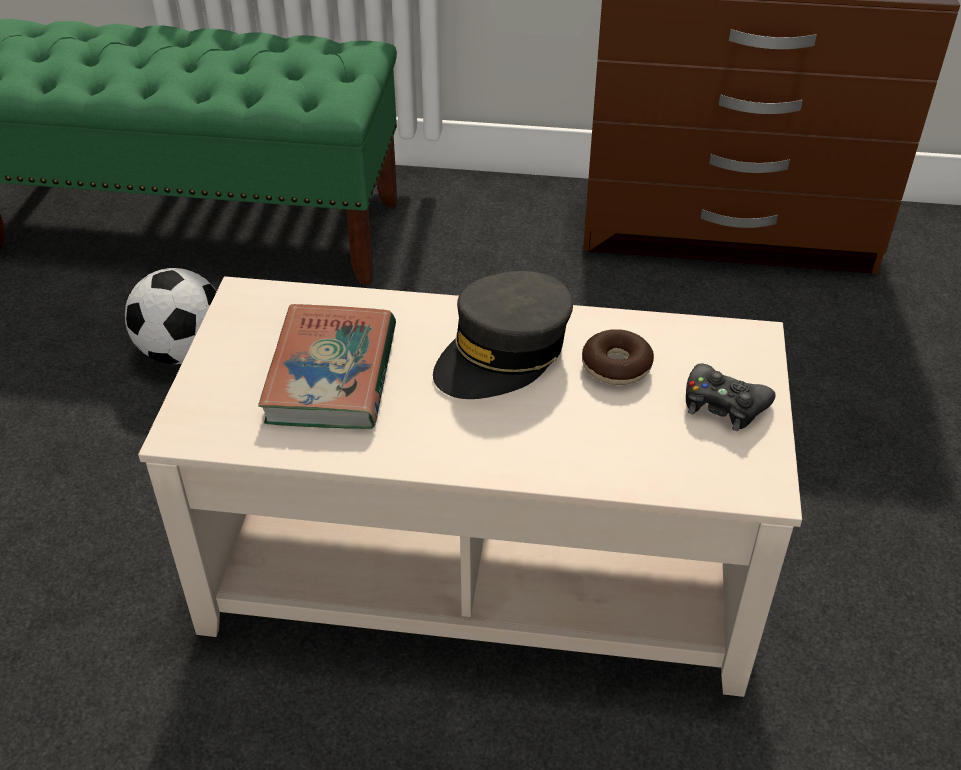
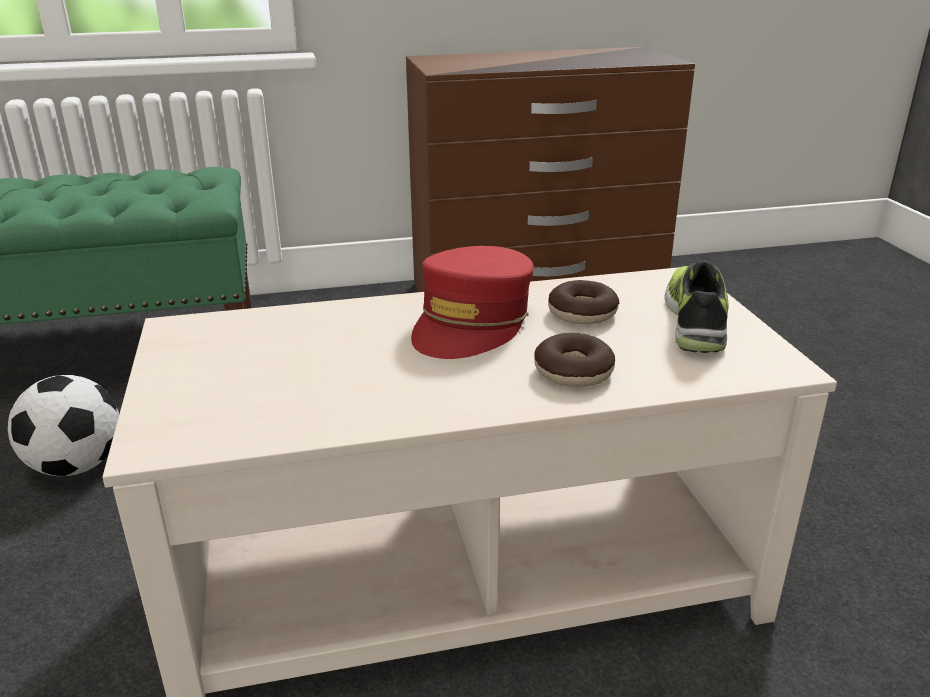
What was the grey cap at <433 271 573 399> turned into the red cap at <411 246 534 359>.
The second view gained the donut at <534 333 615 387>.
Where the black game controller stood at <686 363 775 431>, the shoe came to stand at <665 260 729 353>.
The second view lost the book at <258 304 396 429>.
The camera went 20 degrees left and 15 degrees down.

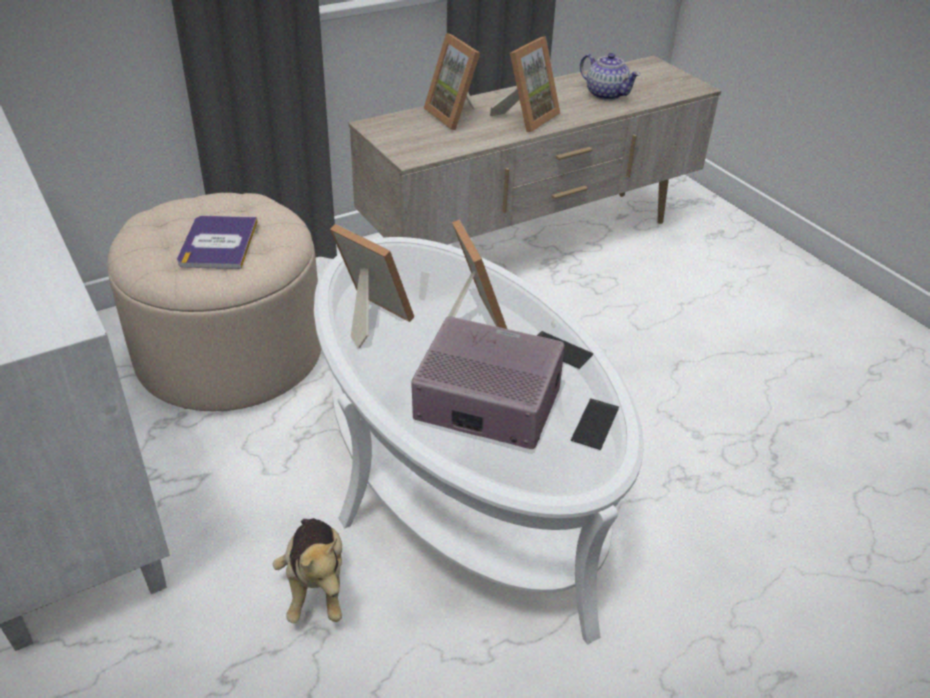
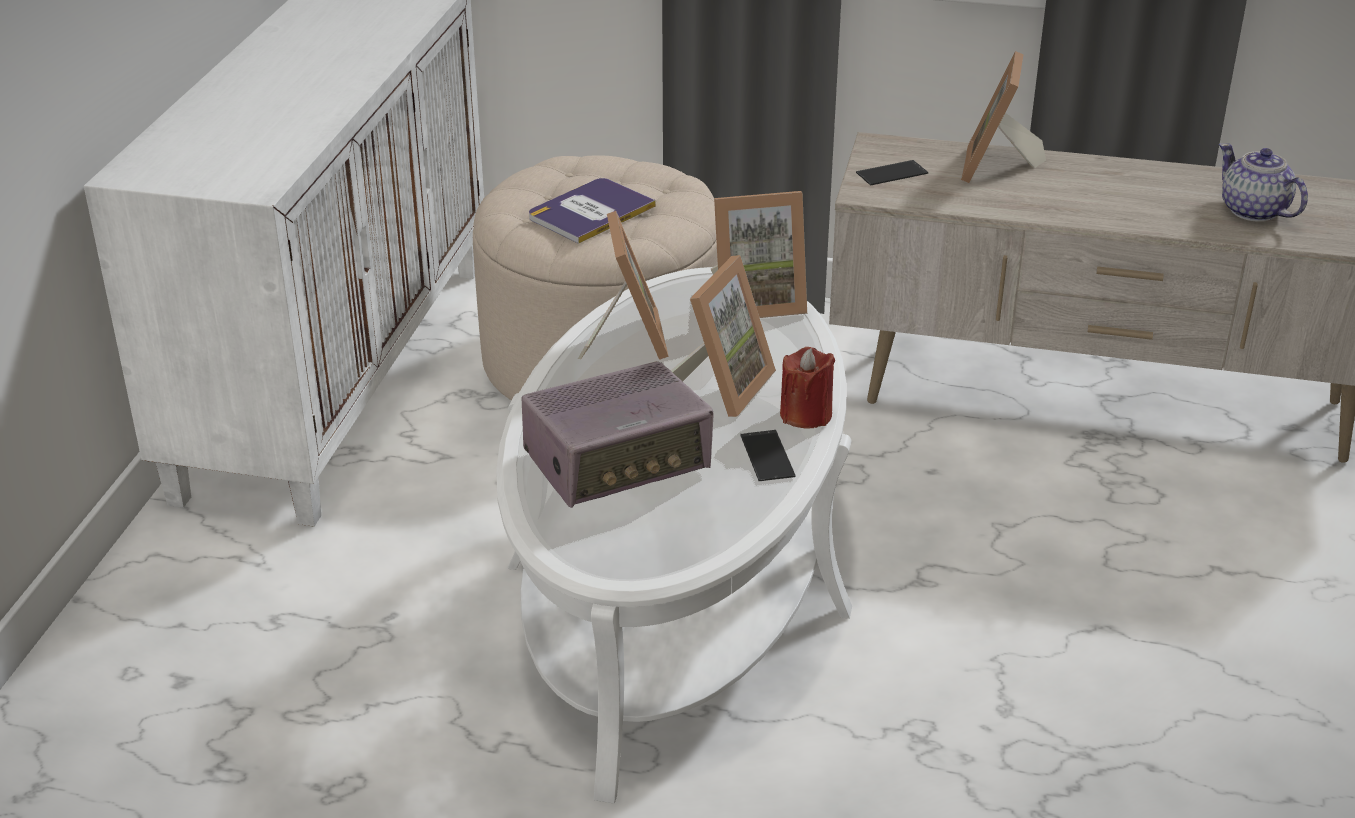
The radio at <411 316 564 449> ended up facing another way, 90 degrees clockwise from before.
The picture frame ended up elsewhere, having gone from <490 36 560 132> to <711 191 807 318>.
The second view gained the red candle at <780 347 835 428>.
The phone ended up elsewhere, having gone from <571 398 619 450> to <856 160 928 186>.
The teapot at <580 53 641 101> ended up facing another way, 150 degrees clockwise from before.
The second view lost the plush toy at <273 518 342 624>.
The camera went 45 degrees right and 5 degrees down.

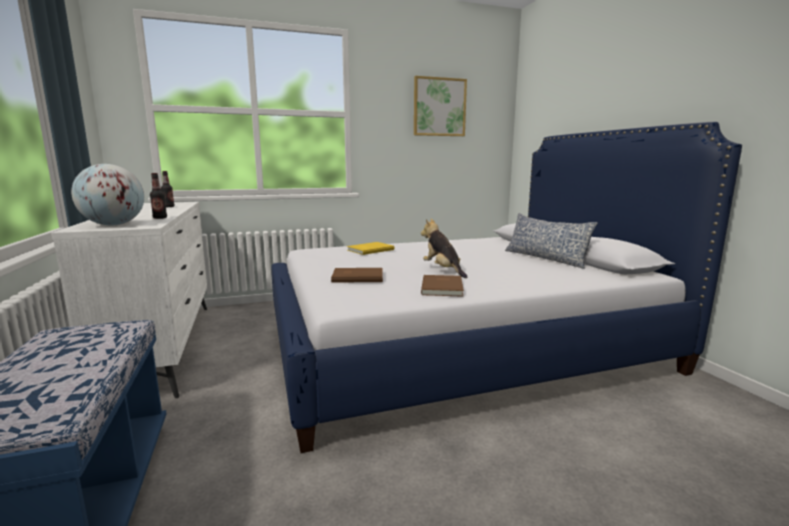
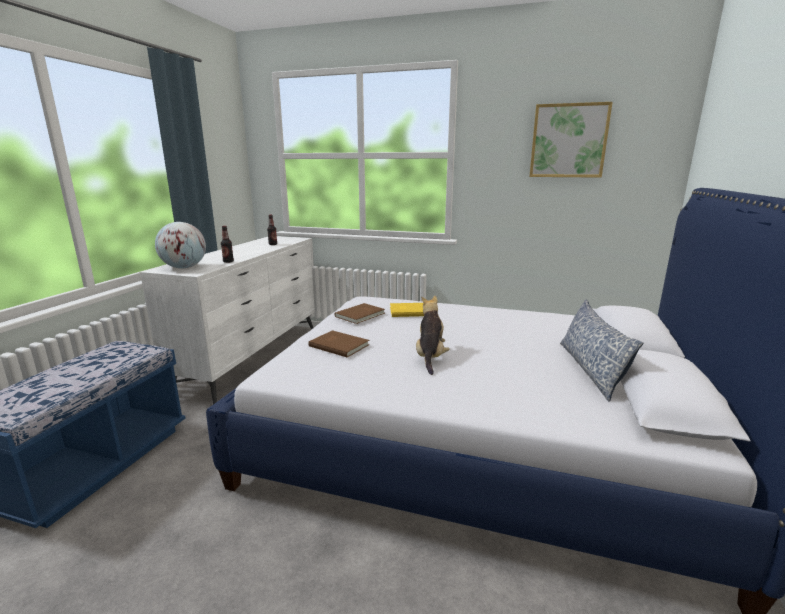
The brown book ended up elsewhere, having gone from <421 275 464 297> to <335 303 385 324>.
The camera went 35 degrees right and 5 degrees up.

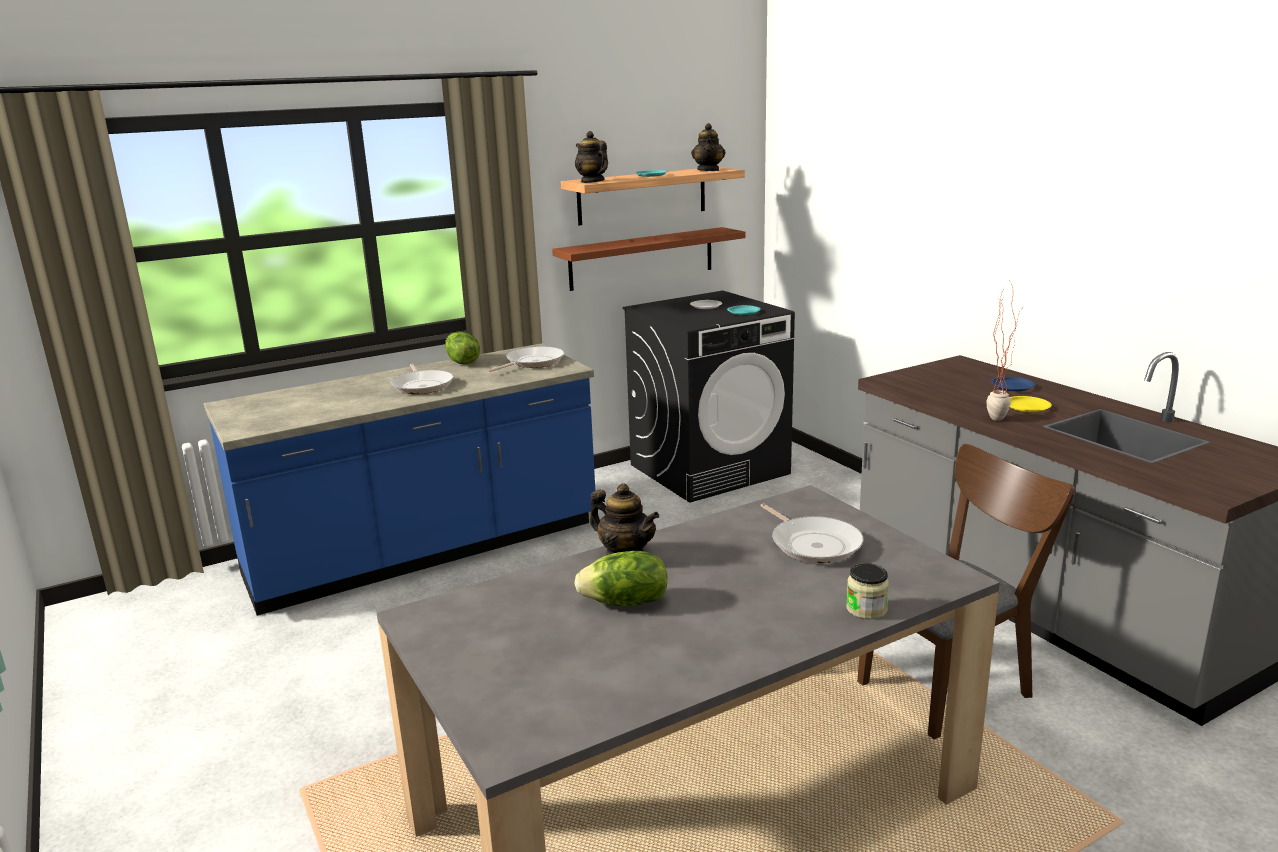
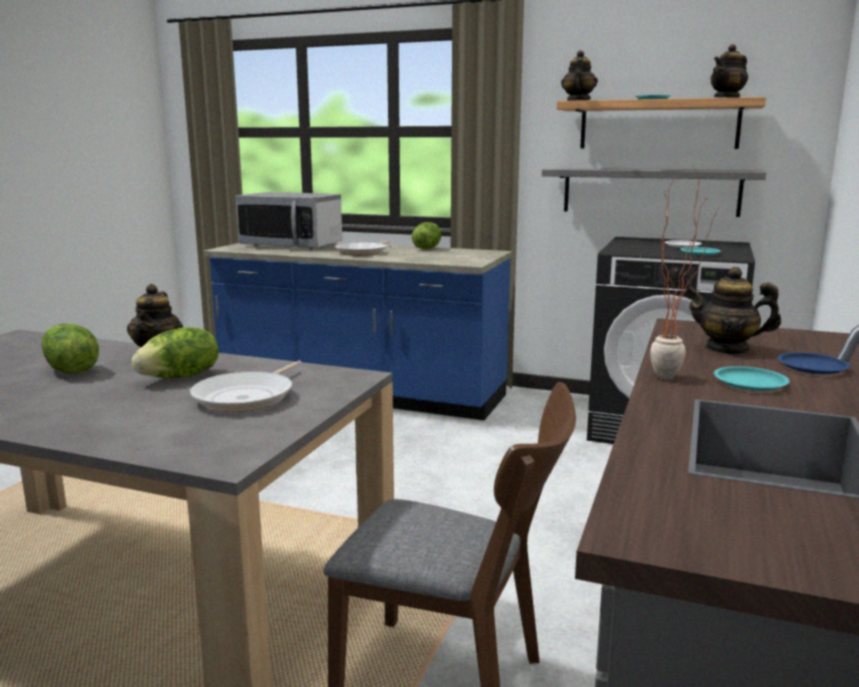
The second view gained the lettuce at <132 327 219 378>.
The second view gained the microwave at <236 192 342 249>.
What was the brown shelf at <552 227 745 291> turned into the grey shelf at <542 168 766 217>.
The second view gained the teapot at <685 267 781 355>.
What was the yellow plate at <1010 396 1052 412> turned into the turquoise plate at <714 366 790 391>.
The second view lost the frying pan at <487 346 564 372>.
The second view lost the jar at <846 563 889 619>.
The camera went 50 degrees right and 5 degrees down.

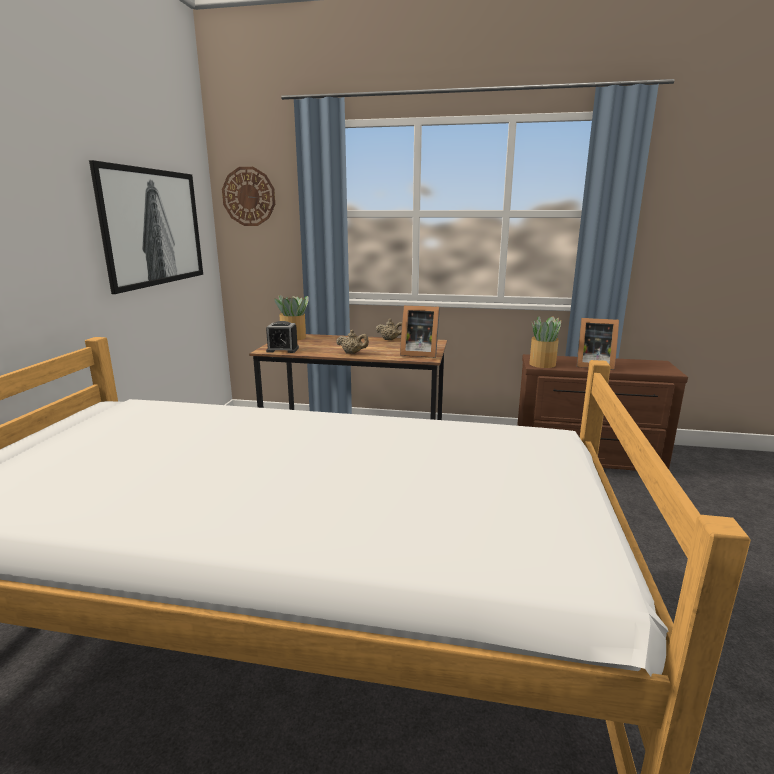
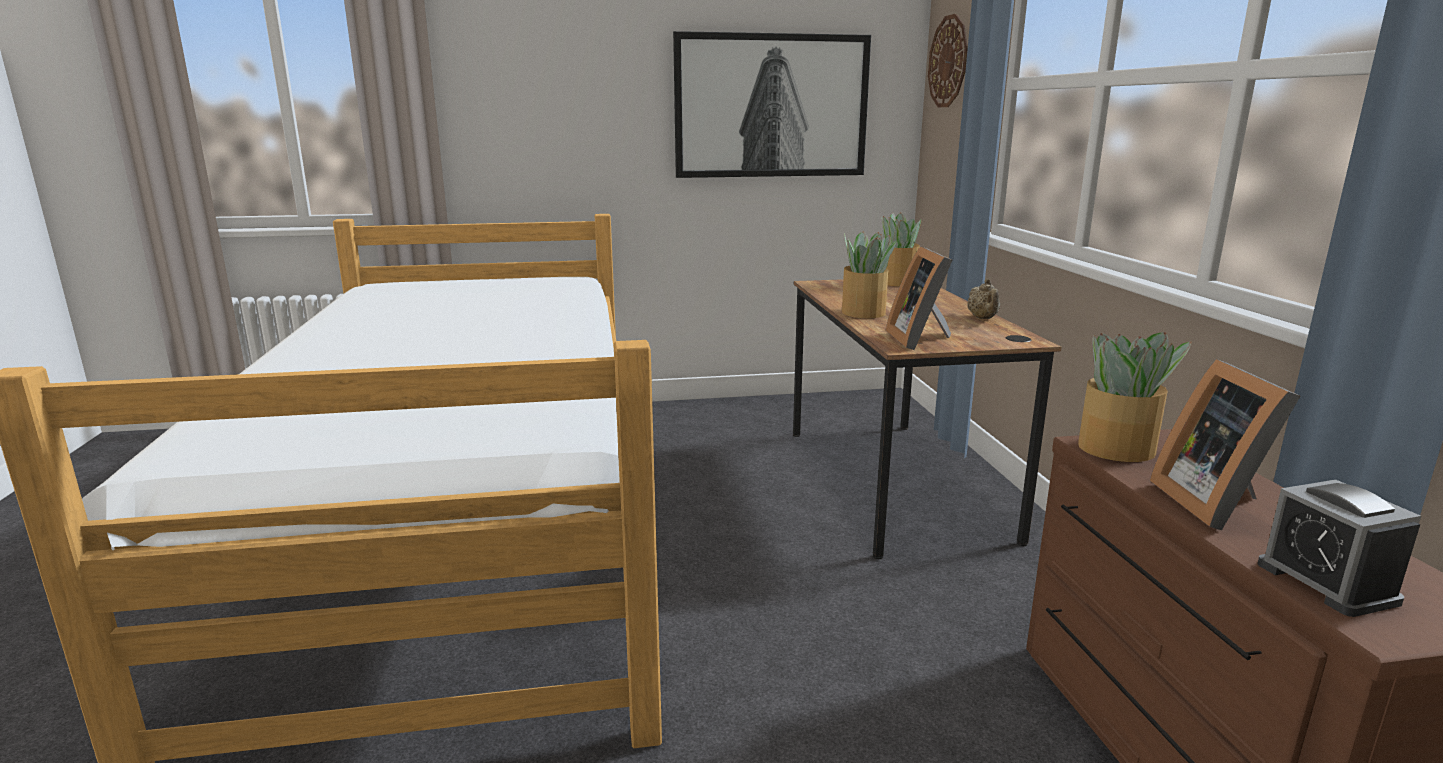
Where the beige teapot stood at <336 330 369 354>, the potted plant came to stand at <842 232 897 318>.
The alarm clock ended up elsewhere, having gone from <266 321 299 353> to <1257 480 1421 617>.
The camera went 70 degrees right and 0 degrees up.

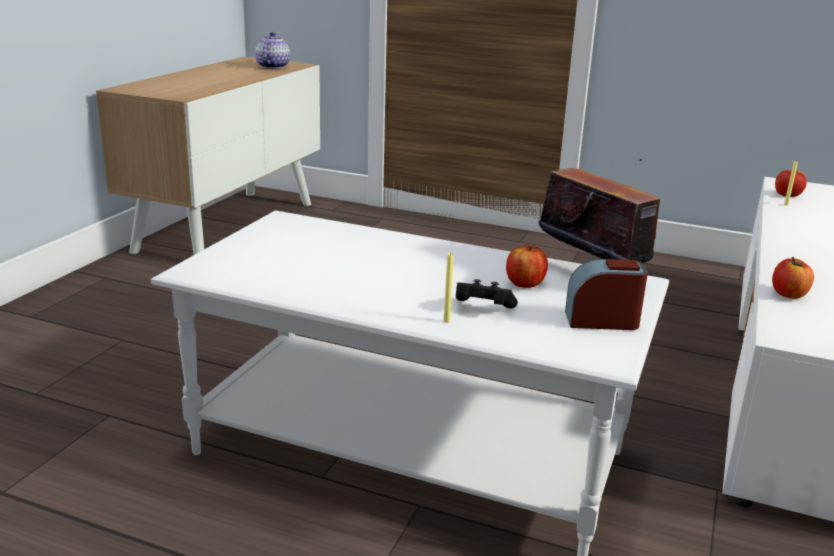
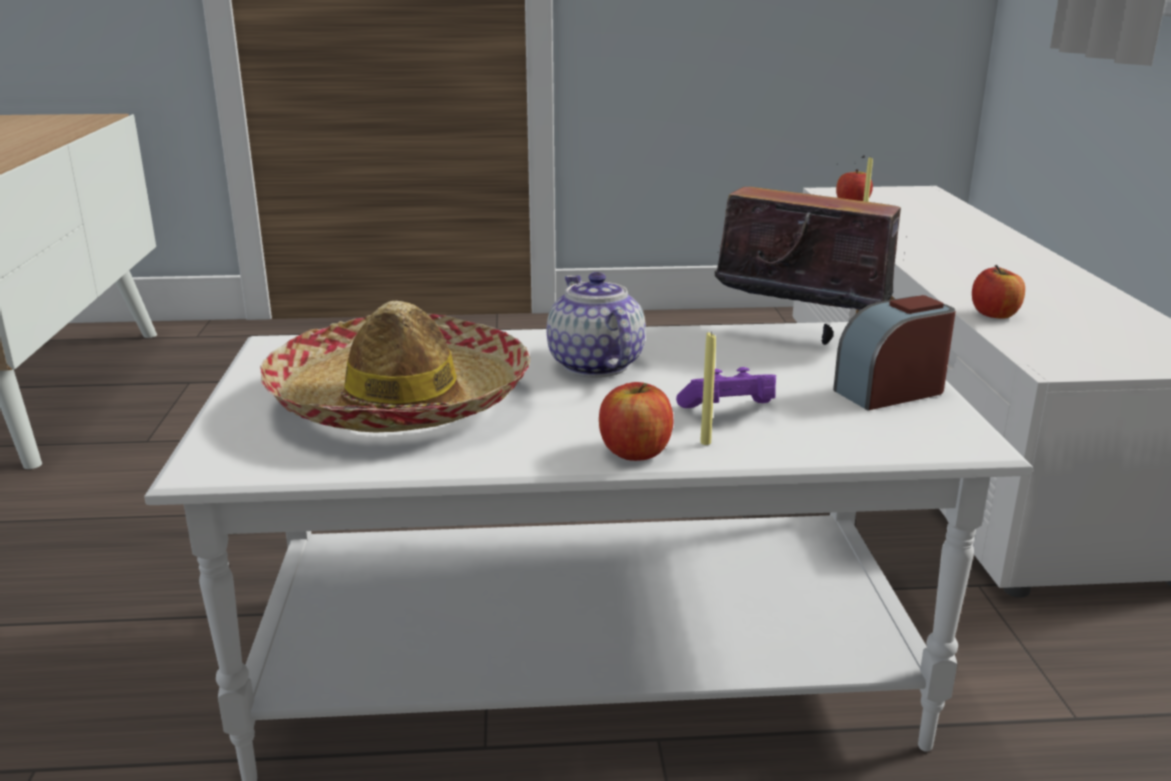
The second view gained the hat at <260 301 530 433>.
The teapot ended up elsewhere, having gone from <255 32 290 69> to <547 272 646 377>.
The apple ended up elsewhere, having gone from <506 245 548 288> to <599 382 673 461>.
What was the black game controller at <456 279 518 308> turned into the purple game controller at <676 367 777 408>.
The camera went 25 degrees left and 0 degrees up.

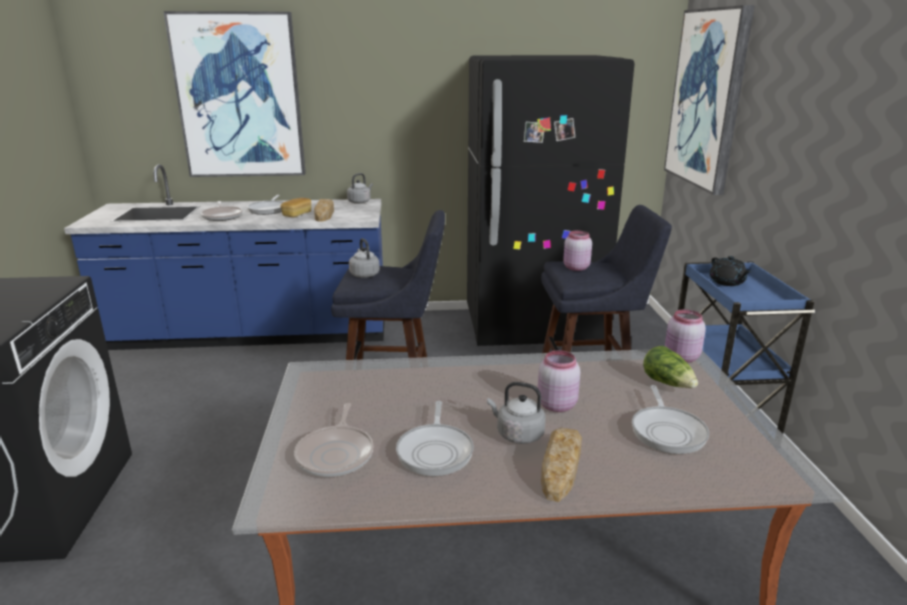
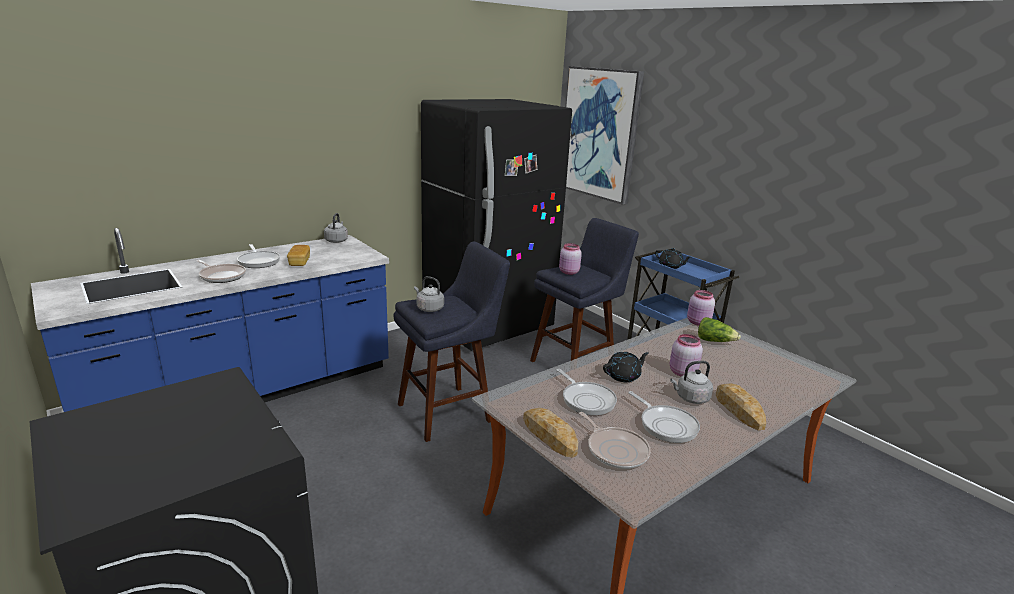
The bread ended up elsewhere, having gone from <314 199 334 222> to <523 408 578 457>.
The frying pan ended up elsewhere, having gone from <632 385 709 454> to <557 369 617 415>.
The second view gained the black teapot at <603 352 649 382>.
The second view lost the picture at <163 11 306 177>.
The camera went 35 degrees left and 0 degrees up.

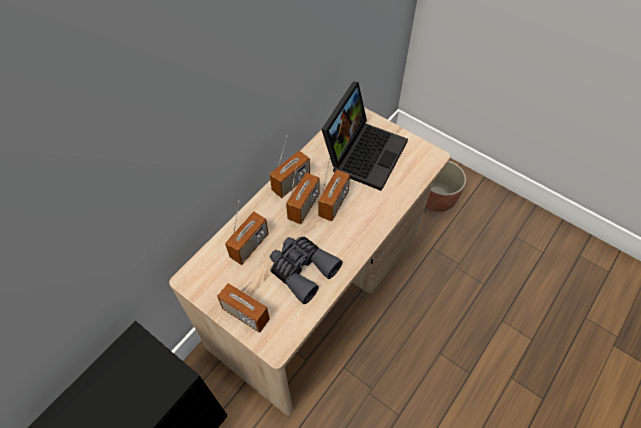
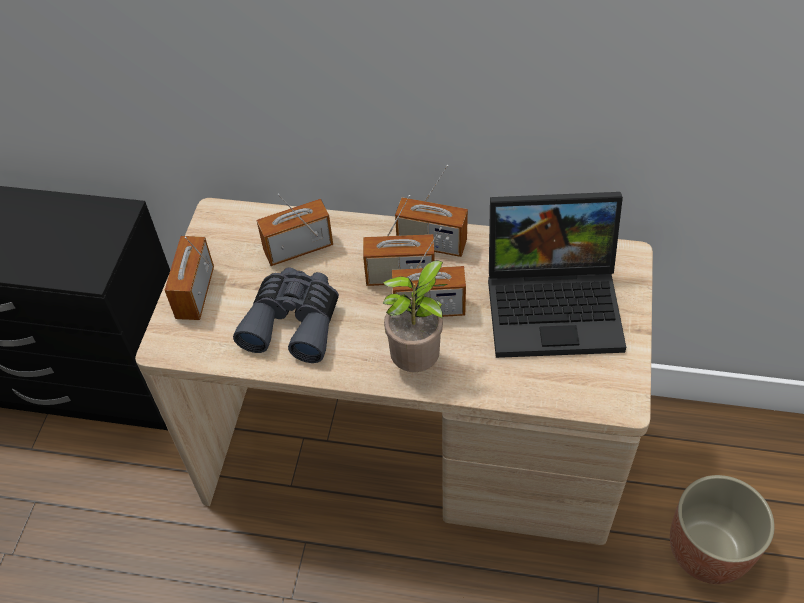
The radio at <225 201 269 265> ended up facing another way, 150 degrees clockwise from before.
The second view gained the potted plant at <383 260 447 372>.
The camera went 65 degrees right and 5 degrees down.

